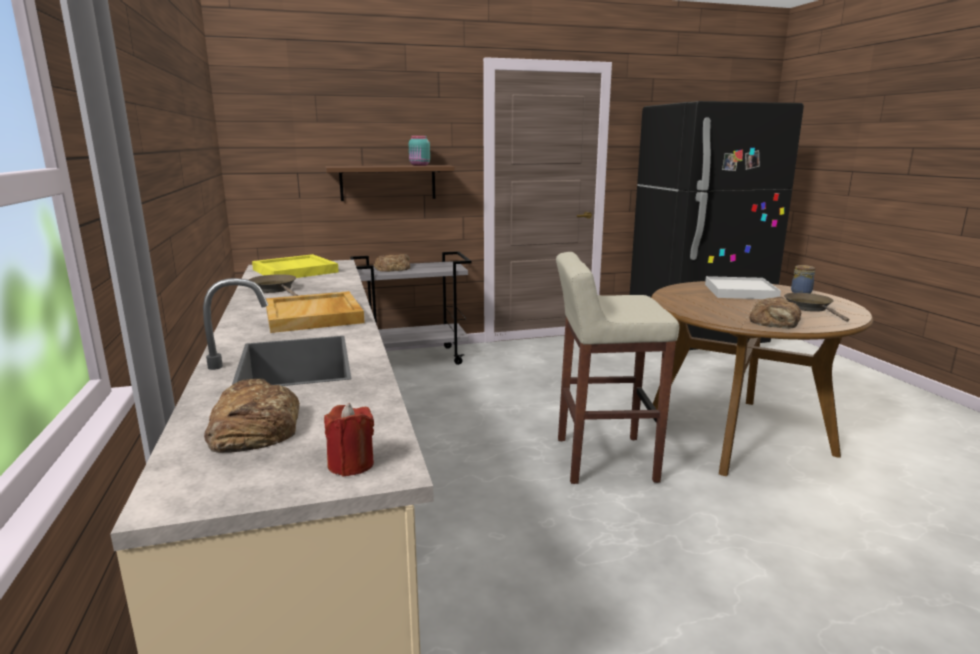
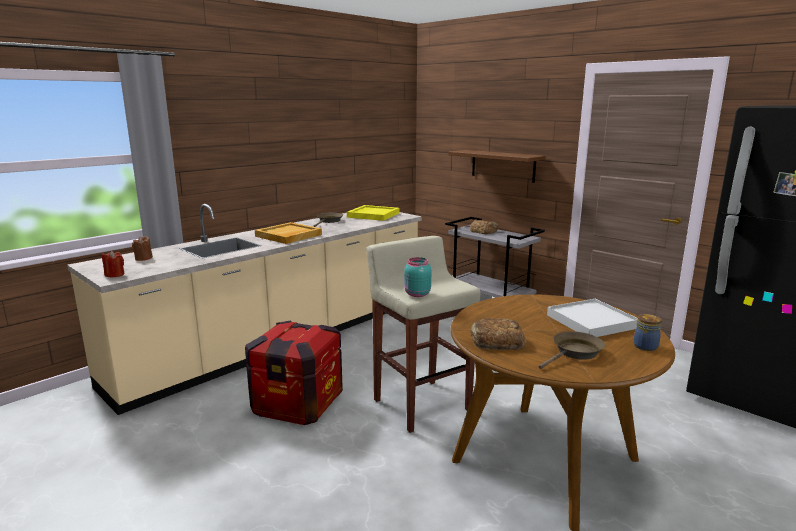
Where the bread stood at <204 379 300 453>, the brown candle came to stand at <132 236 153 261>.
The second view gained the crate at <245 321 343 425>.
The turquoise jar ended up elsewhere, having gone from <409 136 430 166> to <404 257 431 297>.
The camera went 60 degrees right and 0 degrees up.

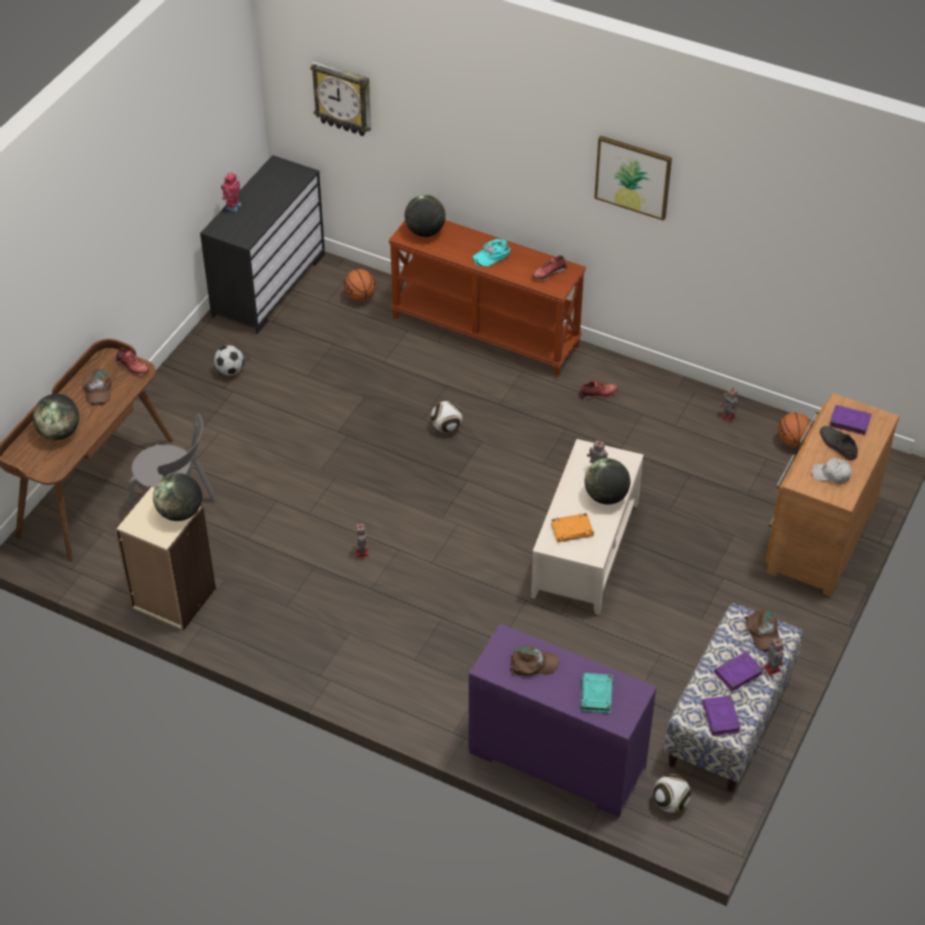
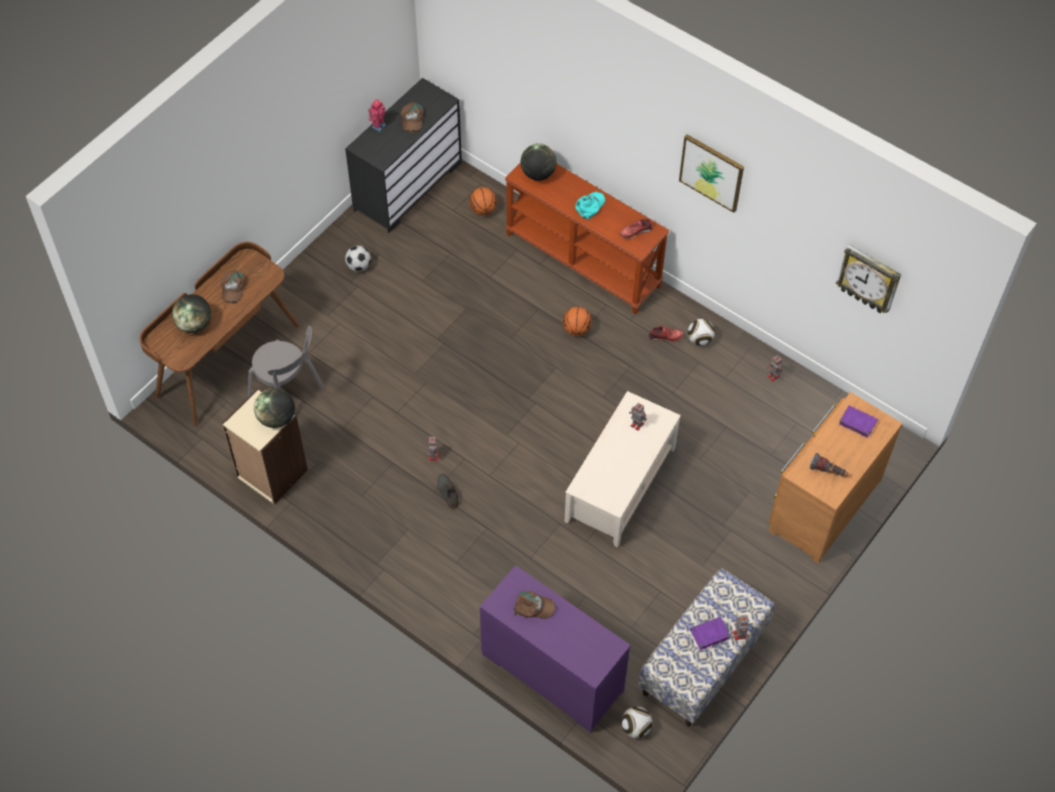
The brown cap ended up elsewhere, having gone from <744 609 780 652> to <401 102 423 133>.
The grey shoe ended up elsewhere, having gone from <820 426 858 460> to <437 474 459 509>.
The basketball ended up elsewhere, having gone from <777 412 812 447> to <562 307 592 336>.
The turquoise cap at <473 239 510 267> ended up facing another way, 150 degrees clockwise from before.
The football ended up elsewhere, having gone from <431 401 462 433> to <688 319 715 346>.
Where the white cap stood at <812 458 852 483>, the flashlight came to stand at <810 453 848 477>.
The wall clock ended up elsewhere, having gone from <310 61 371 136> to <836 244 901 313>.
The second view lost the red shoe at <116 348 149 376>.
The second view lost the orange book at <551 513 594 542>.
The second view lost the turquoise book at <580 673 613 713>.
The second view lost the globe at <584 458 630 505>.
The second view lost the purple book at <702 695 741 736>.
The camera went 10 degrees right and 10 degrees up.

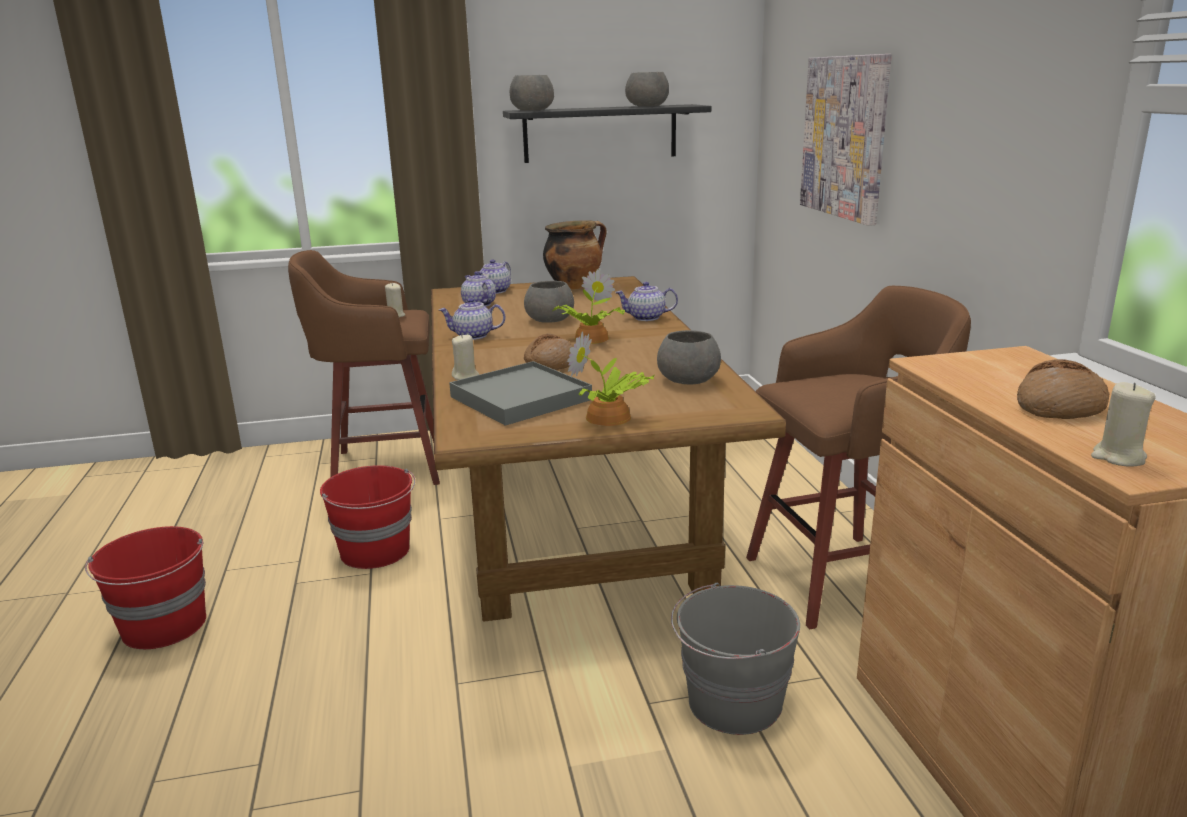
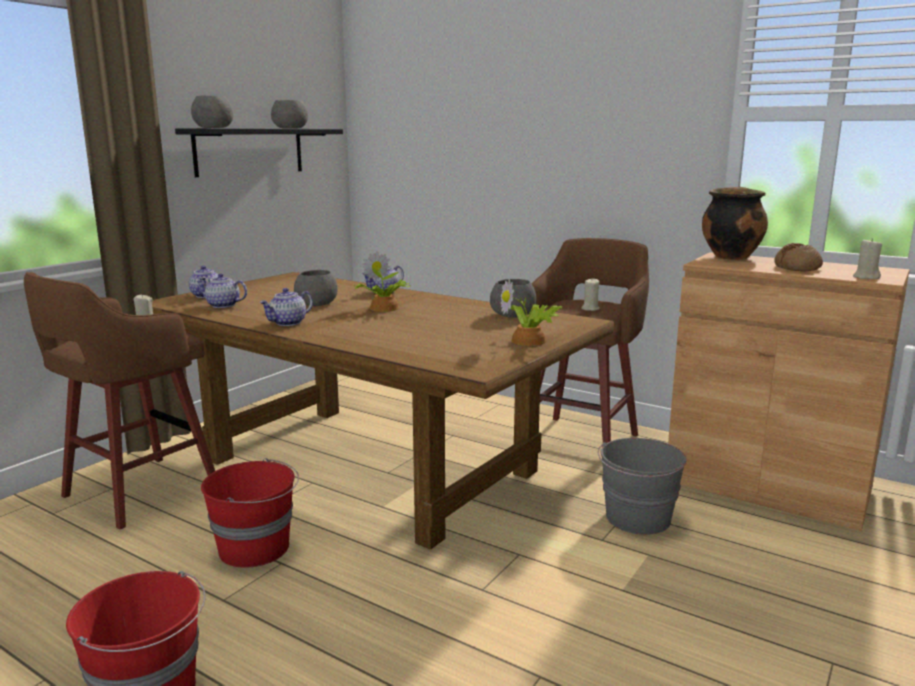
The beige candle ended up elsewhere, having gone from <452 334 479 380> to <581 279 600 311>.
The cooking pot ended up elsewhere, having gone from <543 220 607 290> to <702 187 768 260>.
The second view lost the grey tray at <449 361 592 426>.
The second view lost the bread at <524 334 572 370>.
The second view lost the picture at <800 54 892 226>.
The camera went 45 degrees left and 5 degrees down.

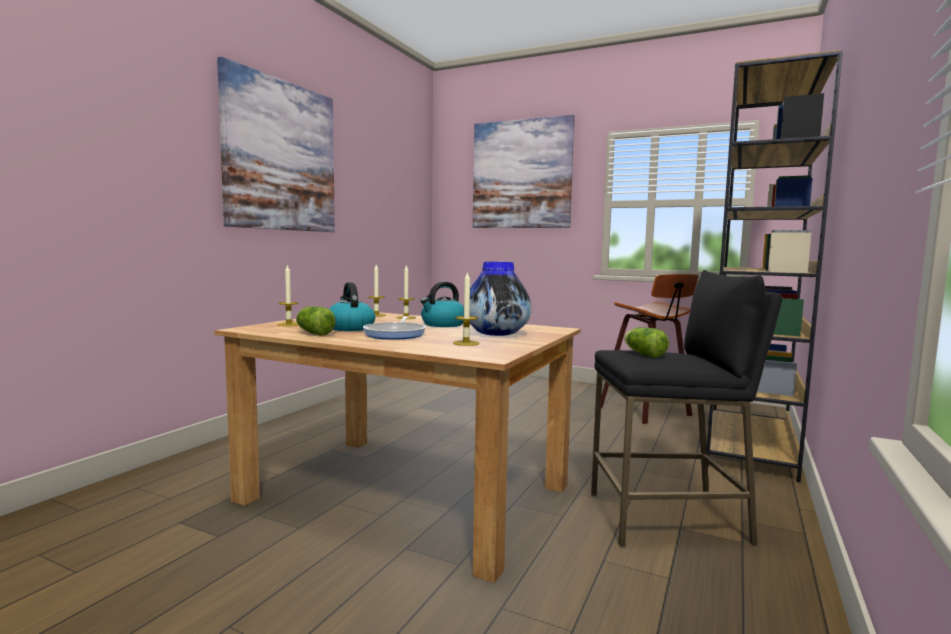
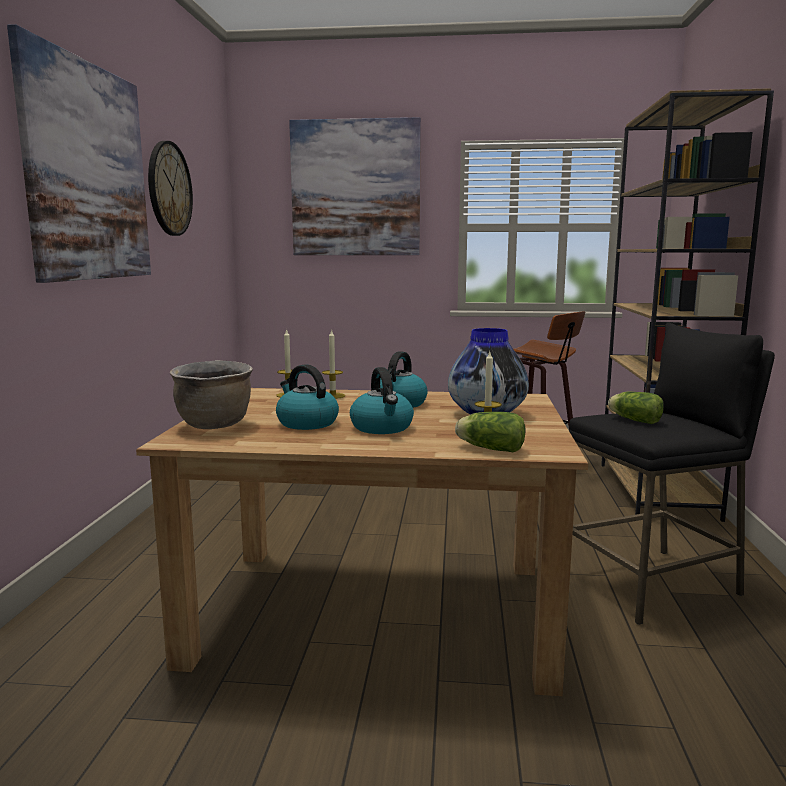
The second view gained the wall clock at <148 141 193 236>.
Where the candle stood at <277 264 298 326>, the brown cooking pot came to stand at <170 360 253 429>.
Where the frying pan stood at <363 316 426 340>, the kettle came to stand at <350 367 414 434>.
The lettuce ended up elsewhere, having gone from <296 306 336 336> to <455 412 525 452>.
The camera went 20 degrees left and 5 degrees up.

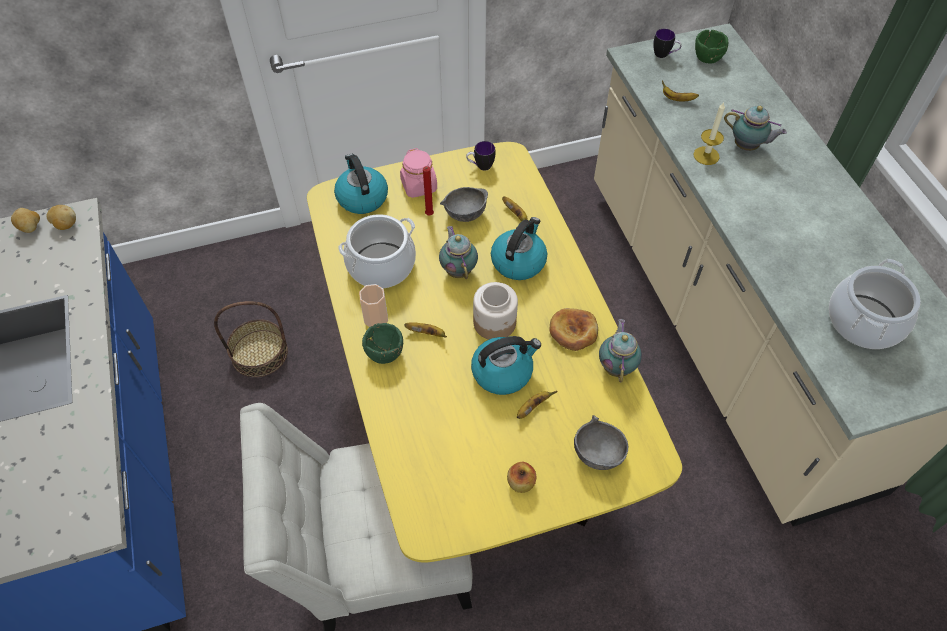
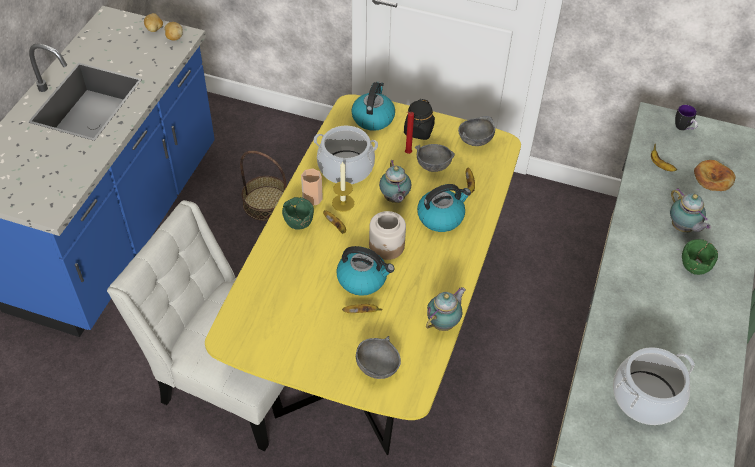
The candle ended up elsewhere, having gone from <693 102 725 165> to <332 162 354 212>.
The teapot at <439 226 478 279> ended up facing another way, 150 degrees clockwise from before.
What was the pink jar at <400 148 437 198> turned into the black jar at <404 99 435 140>.
Where the mug stood at <466 141 495 171>, the grey bowl came to stand at <458 116 495 146>.
The green bowl ended up elsewhere, having gone from <695 30 728 64> to <682 239 718 275>.
The bread ended up elsewhere, having gone from <549 308 598 351> to <694 160 736 191>.
The second view lost the apple at <507 461 537 493>.
The camera went 35 degrees right and 5 degrees down.

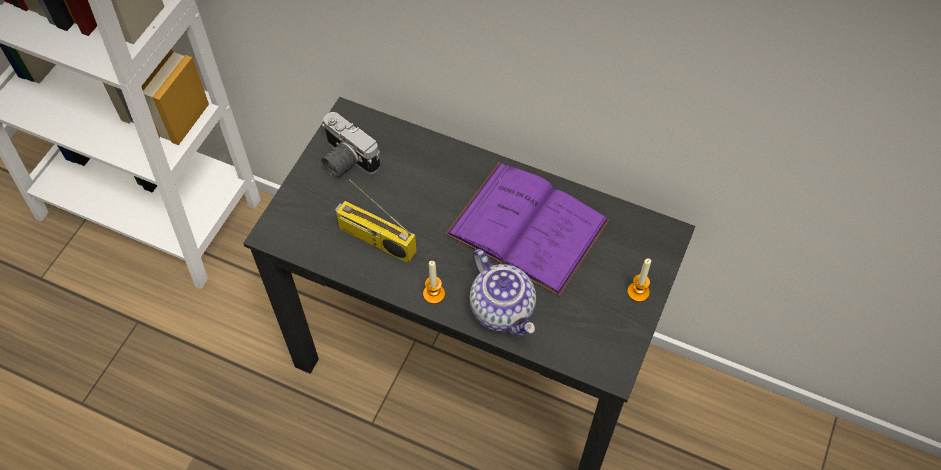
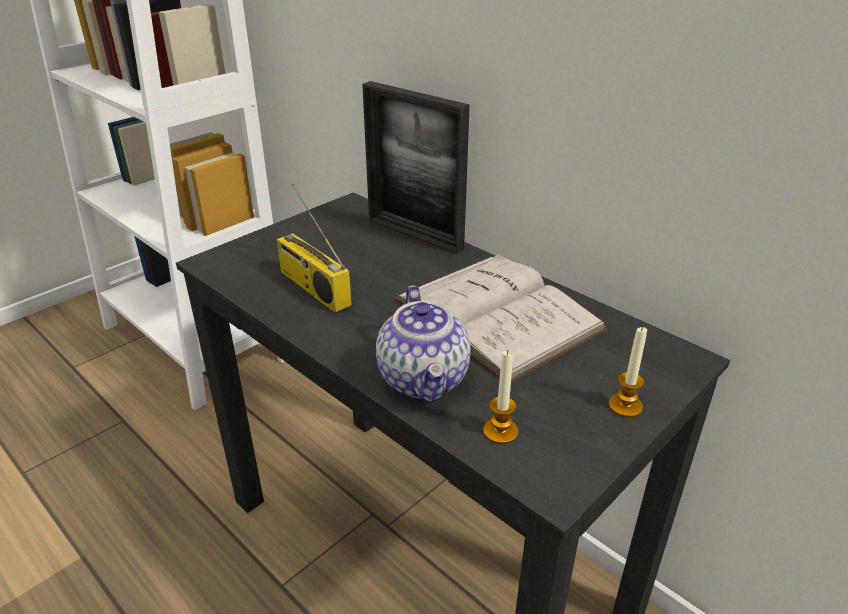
The second view gained the picture frame at <362 81 470 254>.
What was the purple book at <445 163 609 297> turned into the white book at <394 253 607 382>.
The candle ended up elsewhere, having gone from <423 261 445 304> to <484 350 518 444>.
The second view lost the photo camera at <321 112 380 178>.
The camera went 20 degrees right and 25 degrees down.

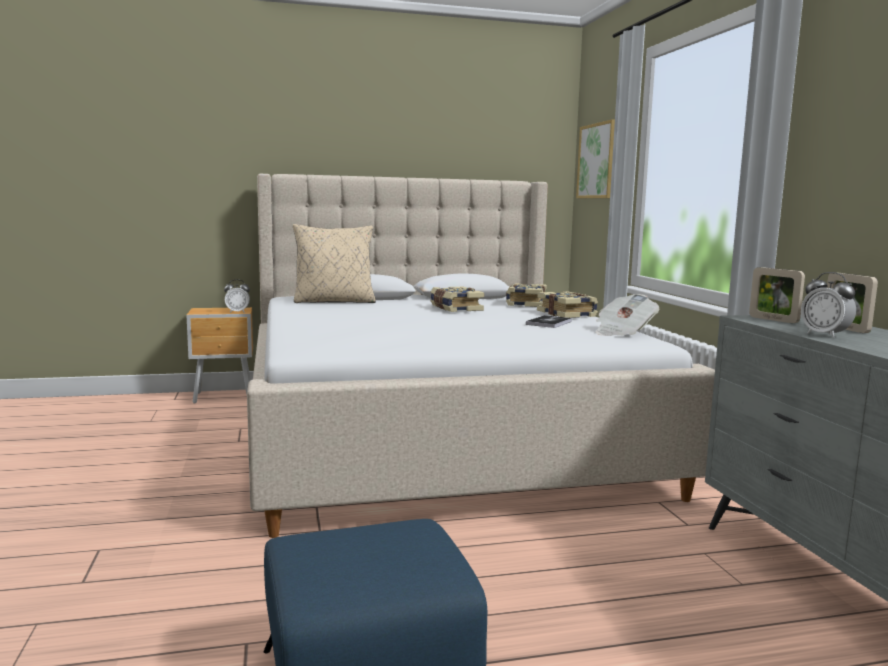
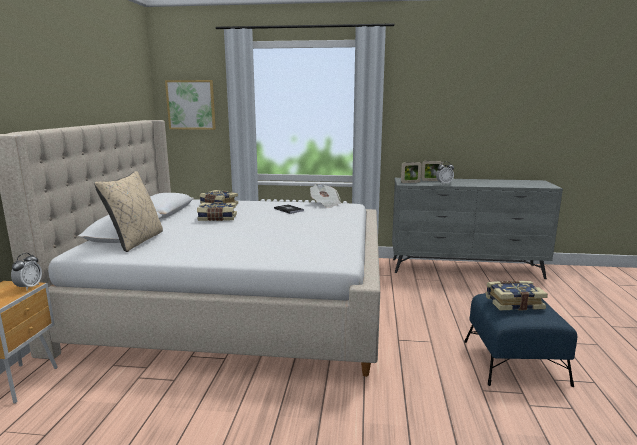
The book ended up elsewhere, having gone from <537 291 598 318> to <486 281 548 310>.
The camera went 70 degrees left and 5 degrees up.

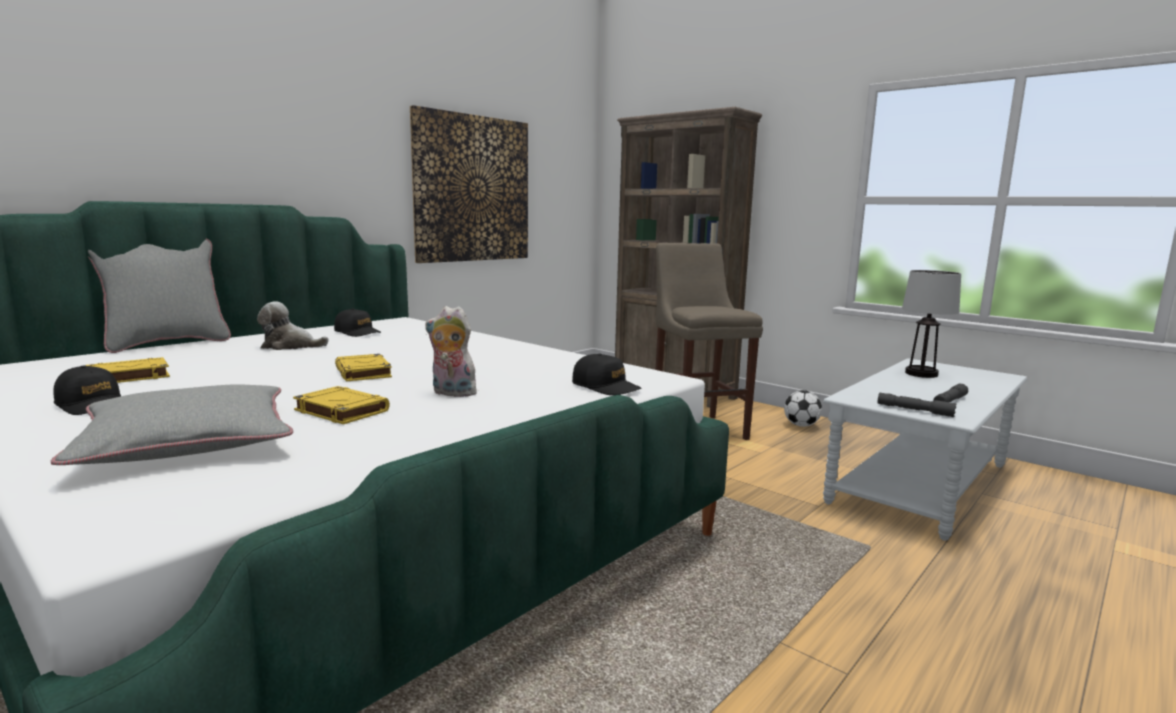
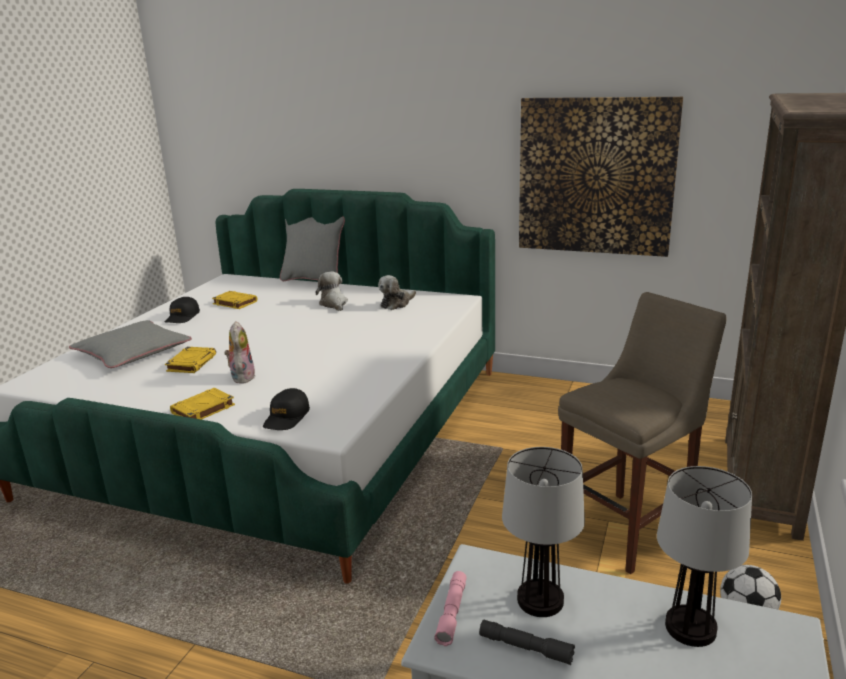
The yellow book ended up elsewhere, having gone from <335 354 392 381> to <170 388 235 420>.
Where the black cap stood at <334 308 381 337>, the plush toy came to stand at <378 275 416 310>.
What was the grey flashlight at <878 393 956 417> turned into the pink flashlight at <434 571 467 646>.
The second view gained the table lamp at <502 447 585 617>.
The camera went 70 degrees right and 10 degrees up.

